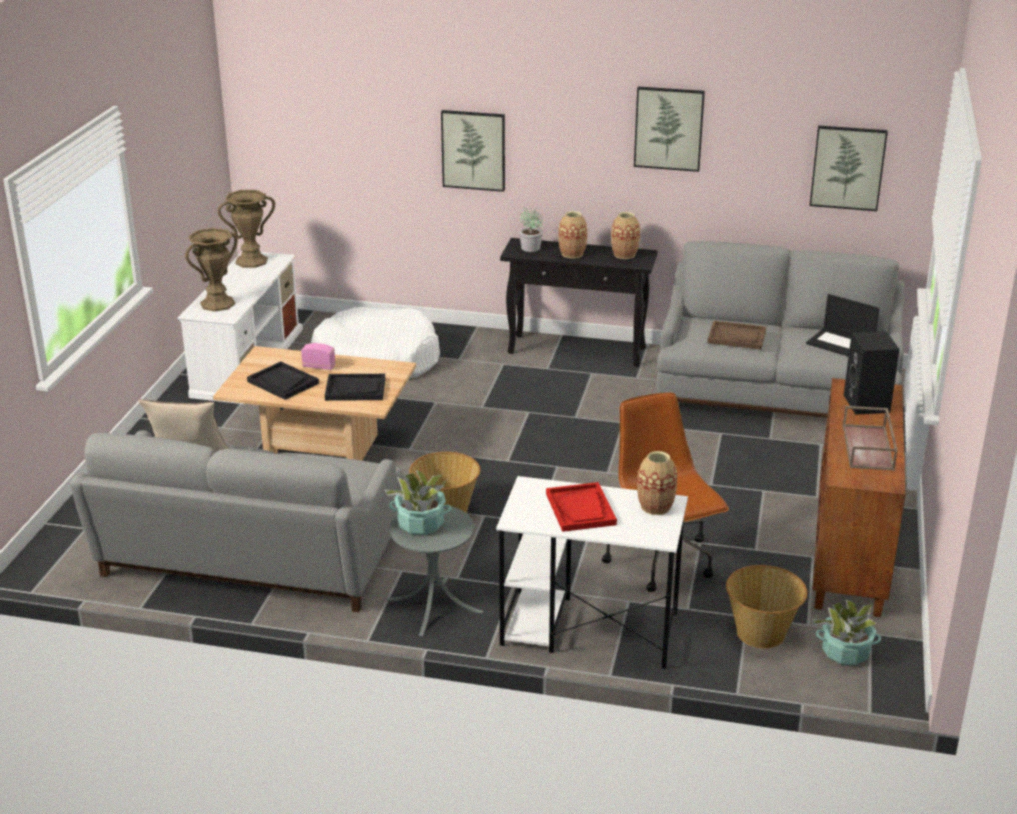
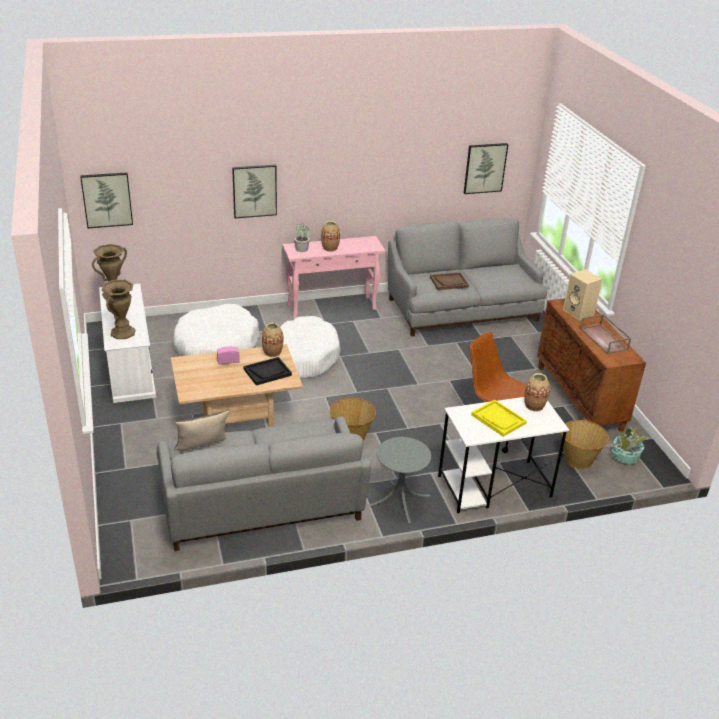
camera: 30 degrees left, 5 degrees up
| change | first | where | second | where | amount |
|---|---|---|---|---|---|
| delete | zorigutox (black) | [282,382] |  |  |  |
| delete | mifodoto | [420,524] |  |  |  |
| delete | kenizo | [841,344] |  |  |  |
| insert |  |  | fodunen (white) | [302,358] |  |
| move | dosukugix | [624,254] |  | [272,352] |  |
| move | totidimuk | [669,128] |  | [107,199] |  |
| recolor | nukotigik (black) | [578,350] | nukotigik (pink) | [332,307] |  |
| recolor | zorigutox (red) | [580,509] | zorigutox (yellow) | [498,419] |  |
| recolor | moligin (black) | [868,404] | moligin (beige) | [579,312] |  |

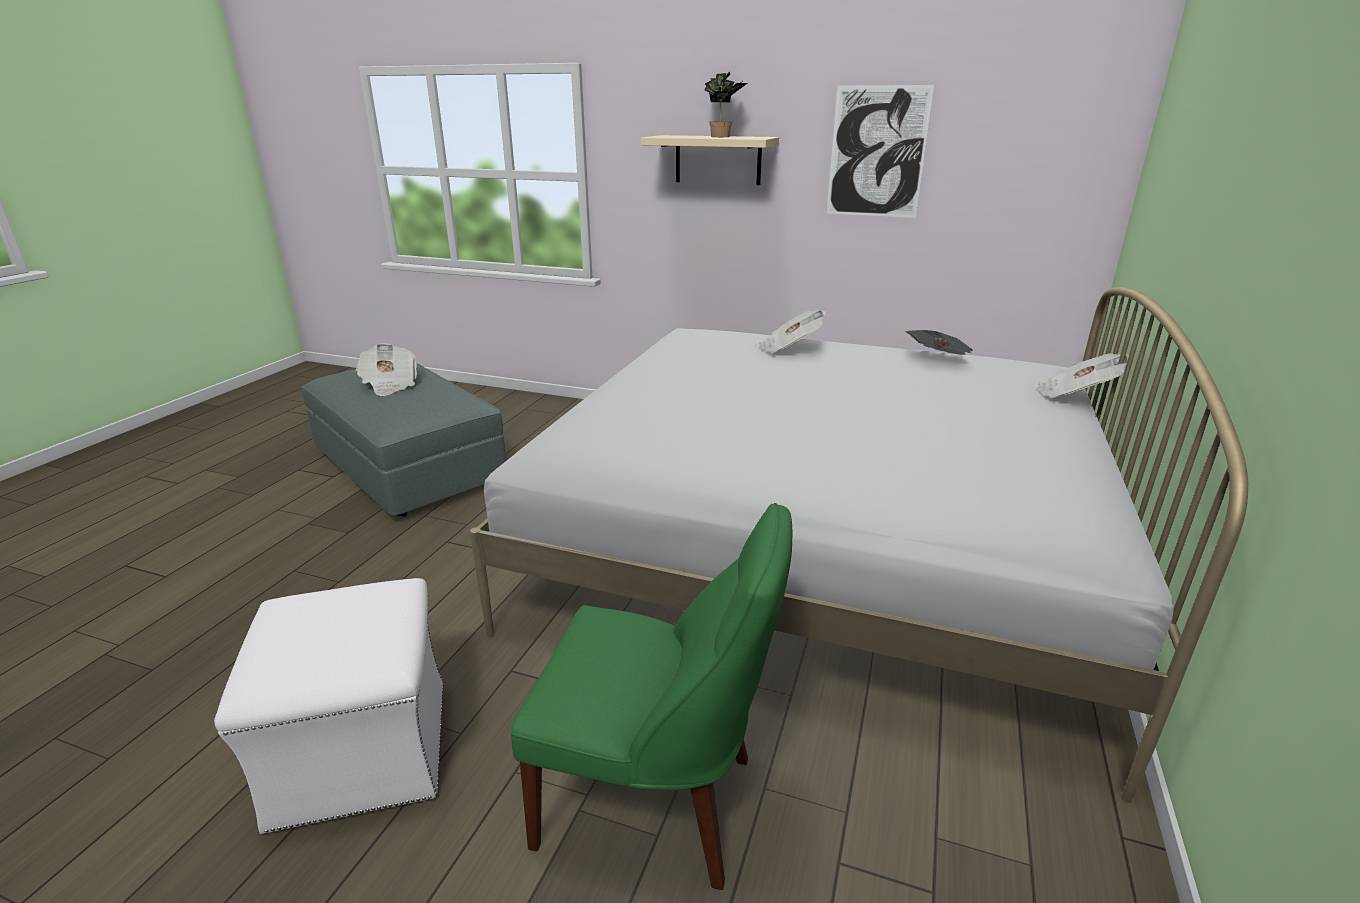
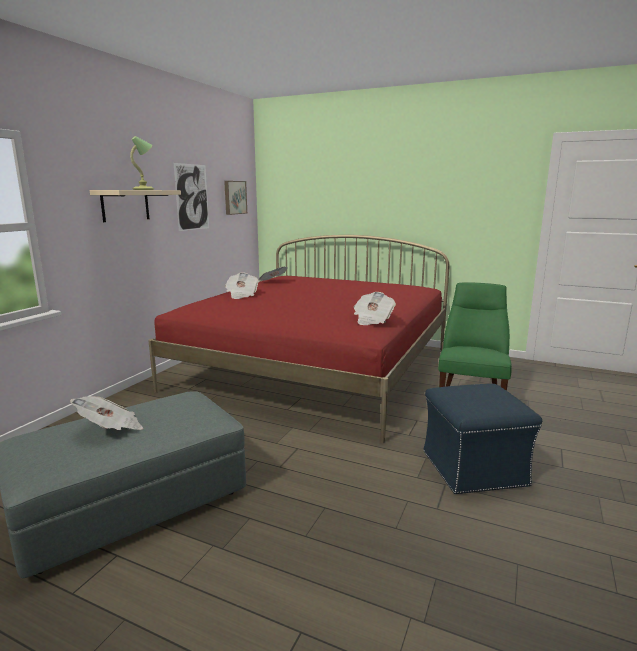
camera: 85 degrees left, 10 degrees down
| change | first | where | second | where | amount |
|---|---|---|---|---|---|
| insert |  |  | totidimuk | [234,197] |  |
| move | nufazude | [1074,395] |  | [372,320] |  |
| replace | mifodoto | [723,137] | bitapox | [144,189] |  |
| recolor | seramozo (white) | [362,750] | seramozo (blue) | [472,468] |  |
| recolor | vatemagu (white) | [818,549] | vatemagu (red) | [315,368] |  |

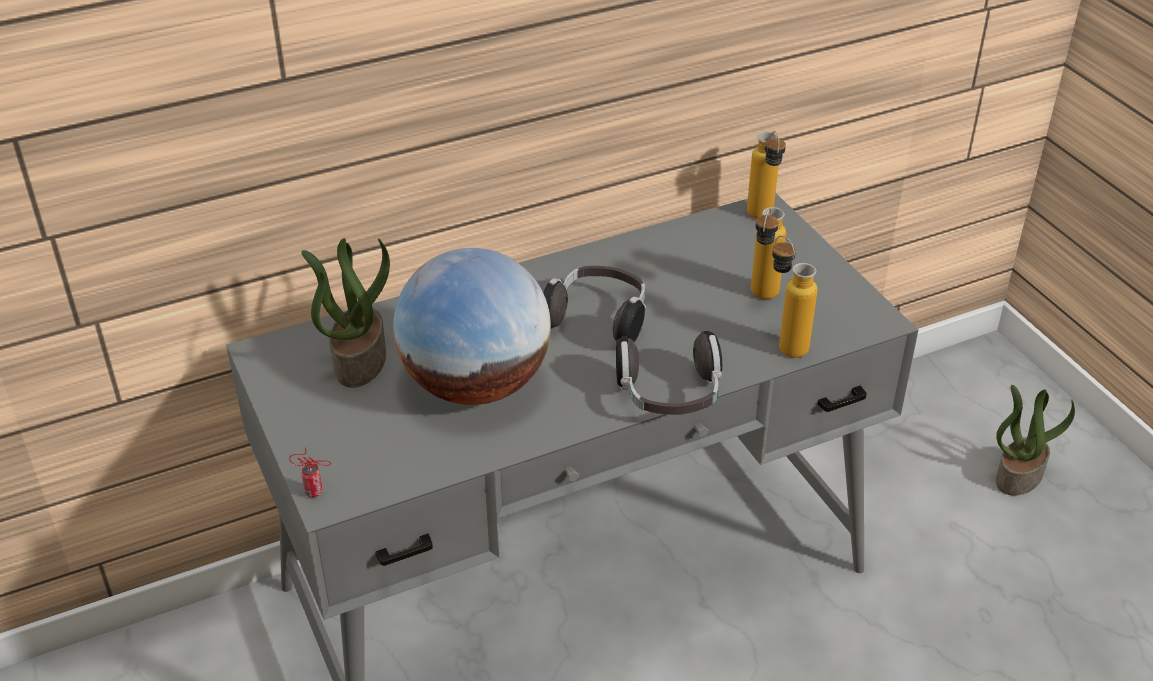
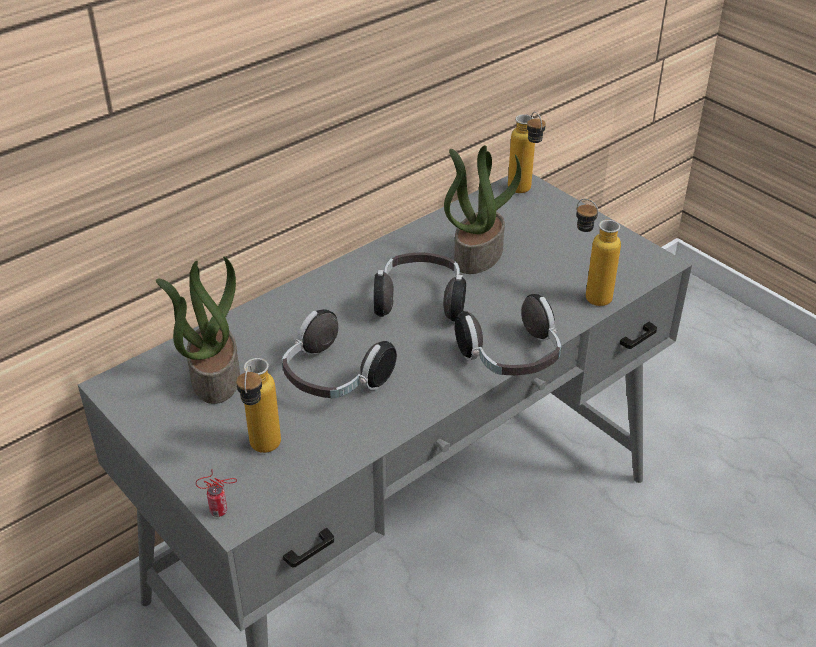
camera: 15 degrees left, 0 degrees up
| change | first | where | second | where | amount |
|---|---|---|---|---|---|
| move | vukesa | [761,298] |  | [262,452] |  |
| move | mifodoto | [1018,476] |  | [478,255] |  |
| replace | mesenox | [476,384] | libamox | [333,379] |  |

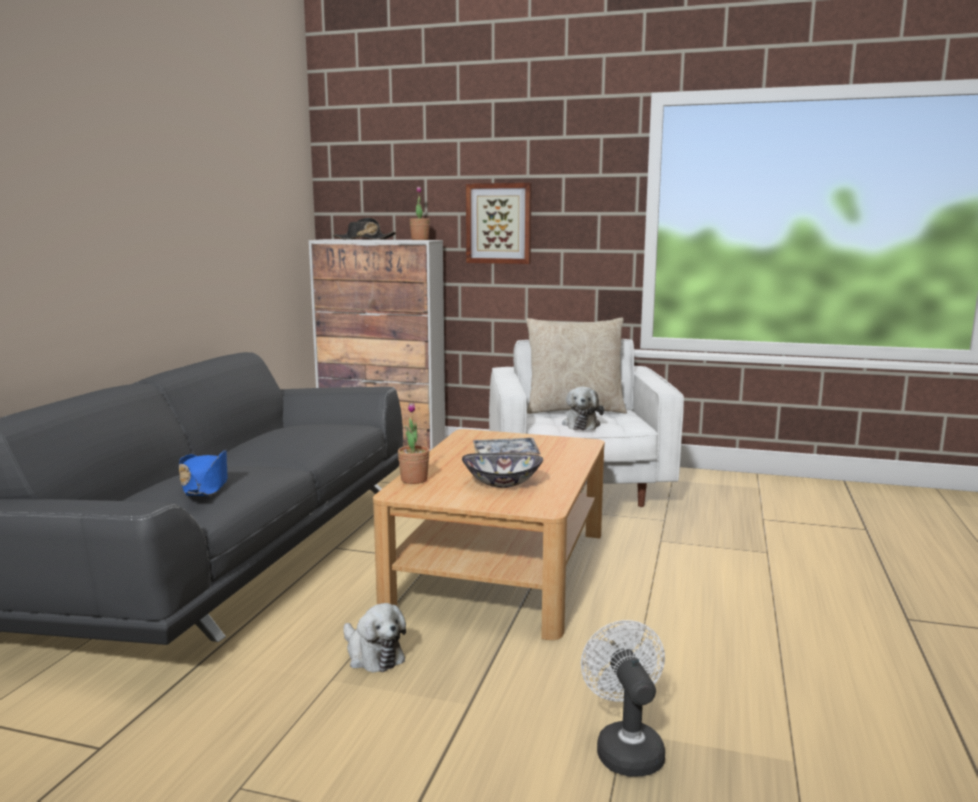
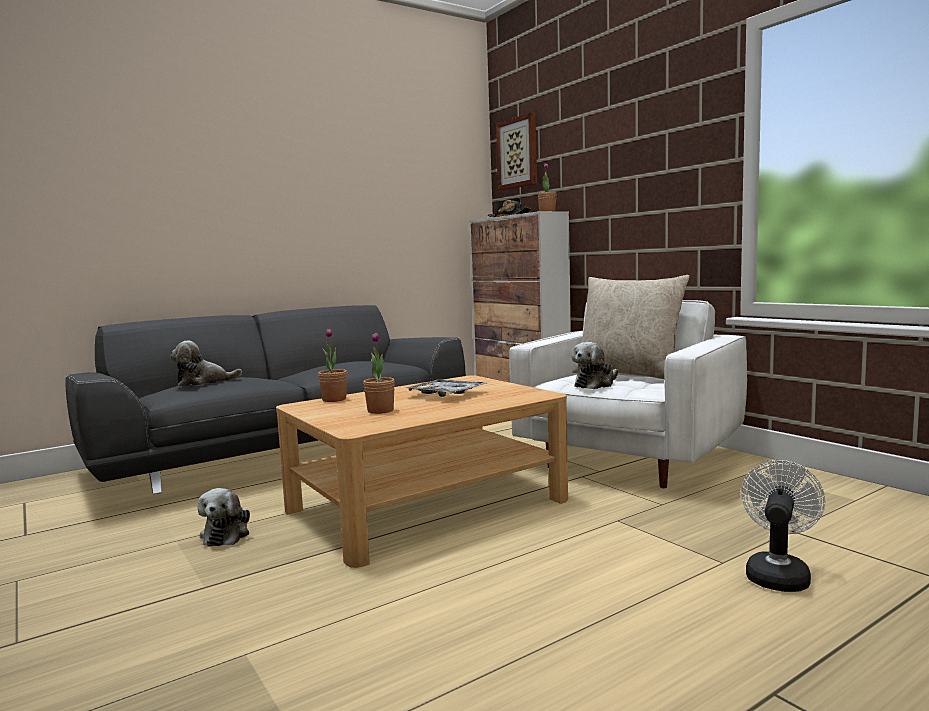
camera: 40 degrees right, 5 degrees down
| change | first | where | second | where | amount |
|---|---|---|---|---|---|
| move | totidimuk | [499,223] |  | [518,153] |  |
| move | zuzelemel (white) | [625,747] |  | [777,574] |  |
| replace | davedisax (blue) | [205,485] | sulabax | [203,382] |  |
| replace | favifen | [502,484] | mifodoto | [380,411] |  |

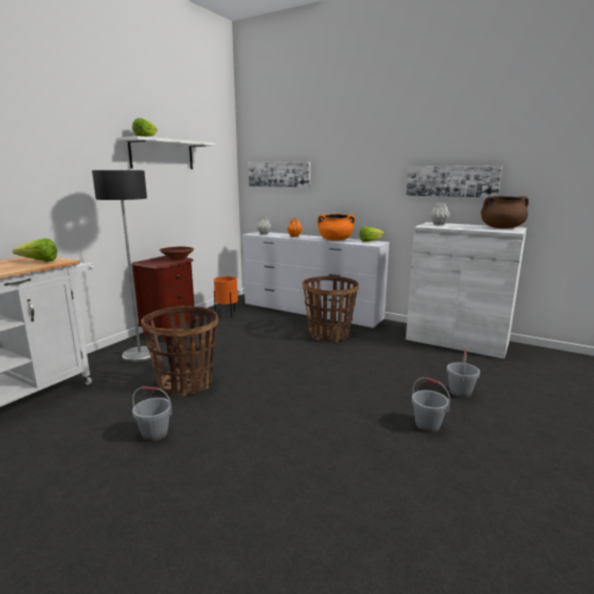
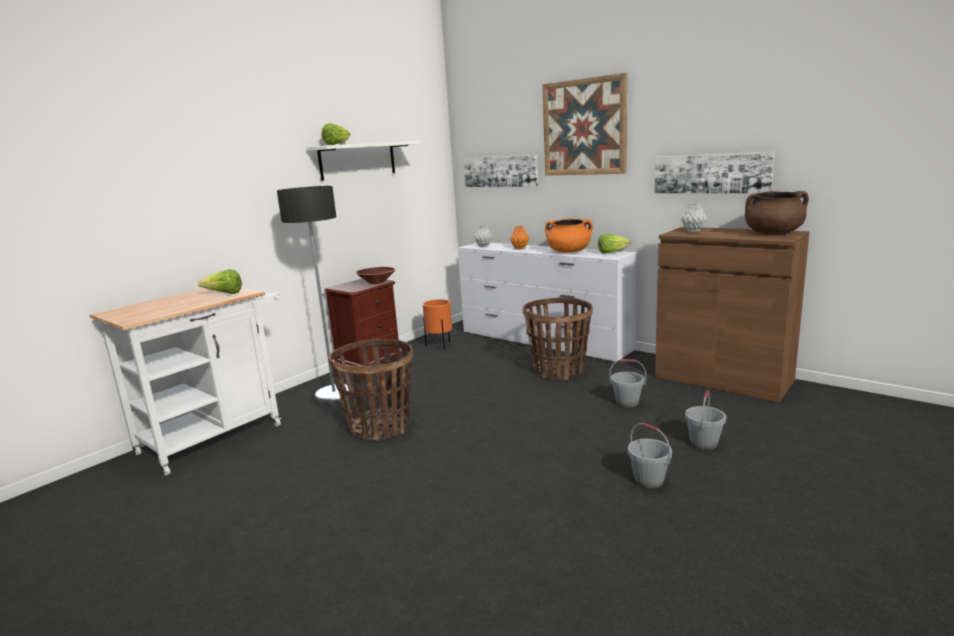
camera: 10 degrees right, 0 degrees up
| change | first | where | second | where | amount |
|---|---|---|---|---|---|
| insert |  |  | totidimuk | [584,127] |  |
| move | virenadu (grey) | [154,434] |  | [627,403] |  |
| recolor | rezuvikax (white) | [456,341] | rezuvikax (brown) | [723,379] |  |

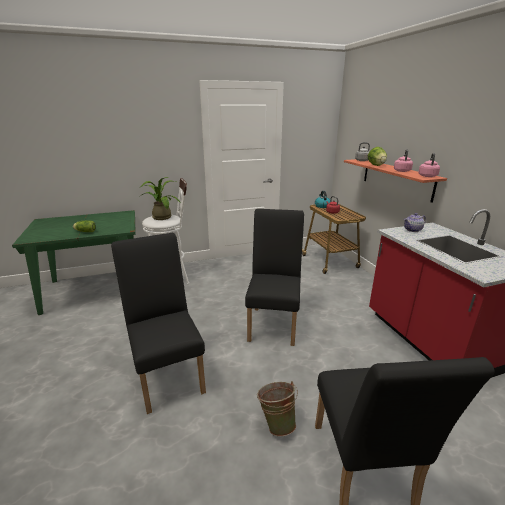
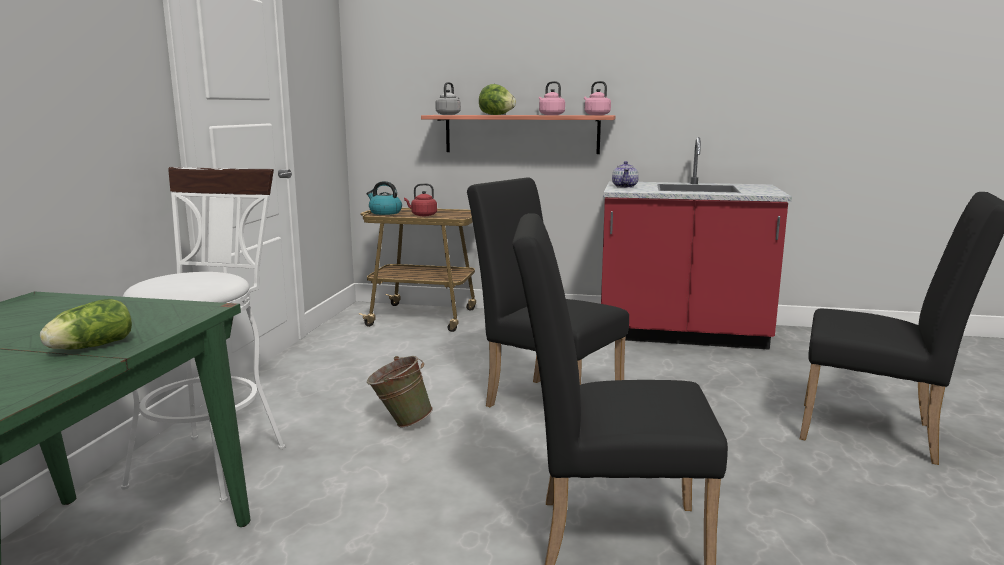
camera: 60 degrees left, 10 degrees down
| change | first | where | second | where | amount |
|---|---|---|---|---|---|
| delete | mifodoto | [161,217] |  |  |  |
| move | virenadu (green) | [277,422] |  | [400,423] |  |

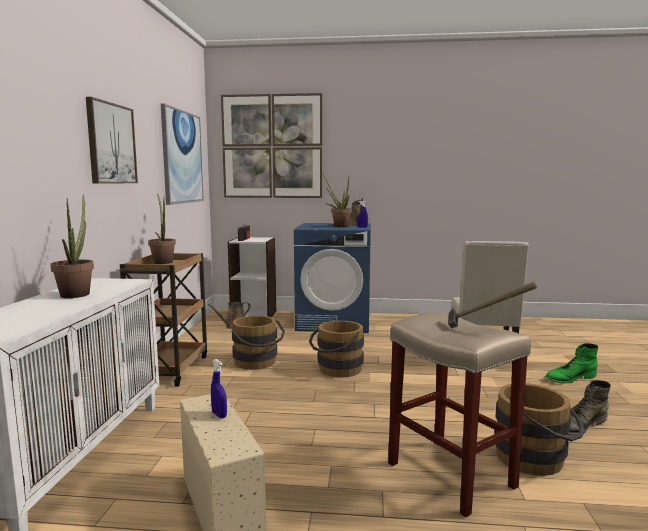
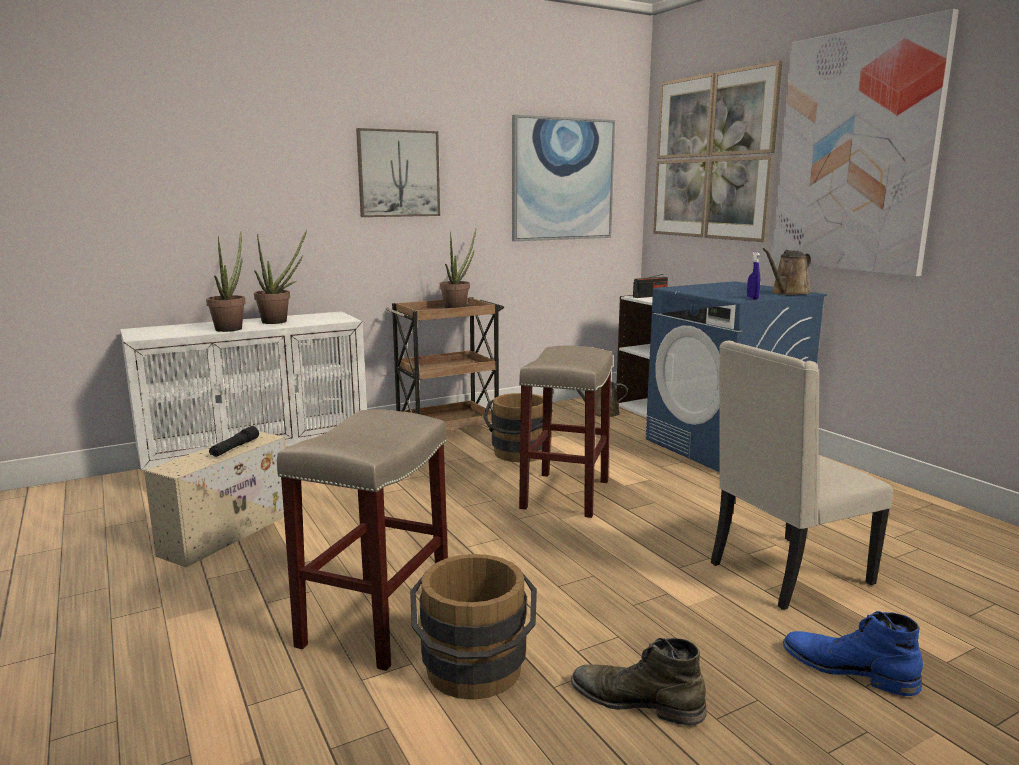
camera: 55 degrees right, 5 degrees up
| change | first | where | second | where | amount |
|---|---|---|---|---|---|
| delete | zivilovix | [484,330] |  |  |  |
| insert |  |  | totidimuk | [855,152] |  |
| move | mifodoto | [338,226] |  | [231,328] |  |
| replace | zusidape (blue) | [219,415] | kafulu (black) | [235,448] |  |
| replace | virenadu (brown) | [337,370] | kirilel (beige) | [565,493] |  |
| recolor | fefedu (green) | [570,378] | fefedu (blue) | [848,669] |  |

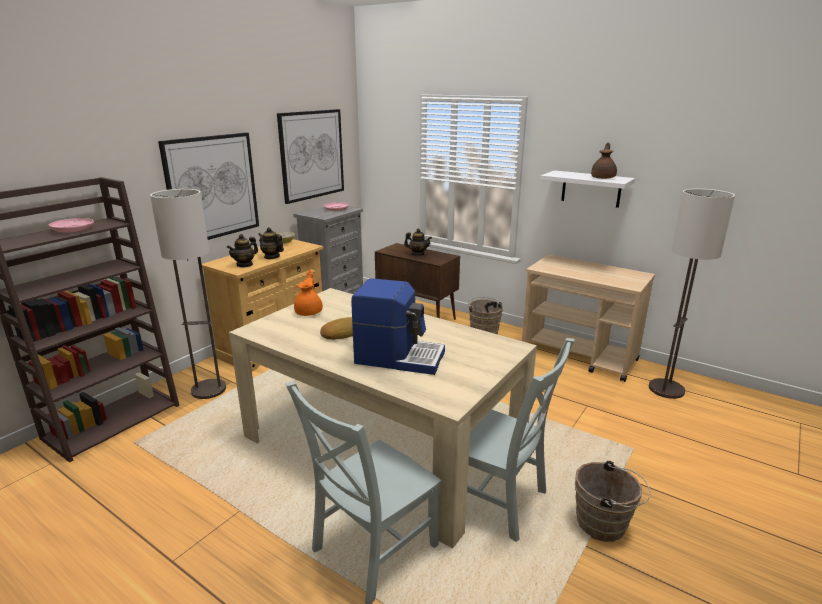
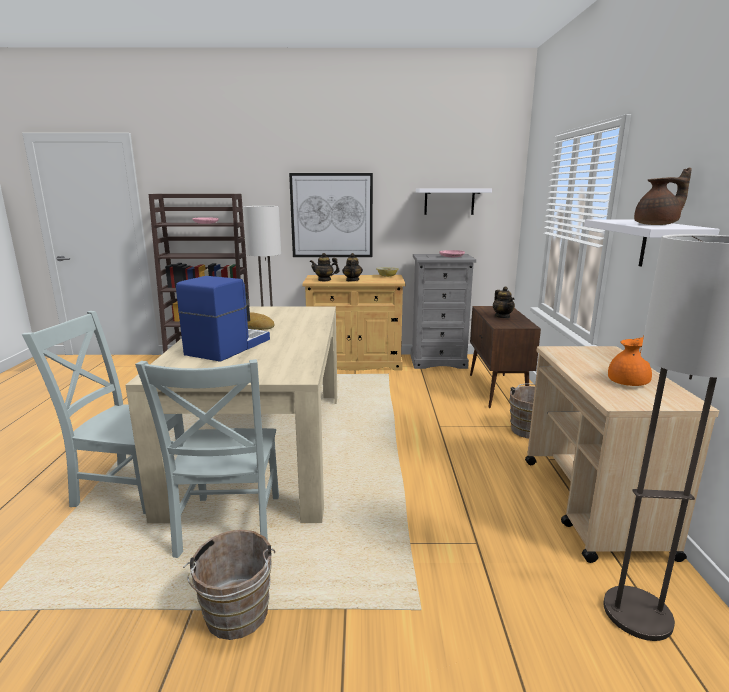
camera: 55 degrees right, 5 degrees down
| change | first | where | second | where | amount |
|---|---|---|---|---|---|
| move | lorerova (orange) | [309,312] |  | [629,382] |  |
| replace | totidimuk | [312,155] | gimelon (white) | [449,201] |  |
| rotate | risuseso | [399,357] |  | [227,347] | 135 degrees counterclockwise |

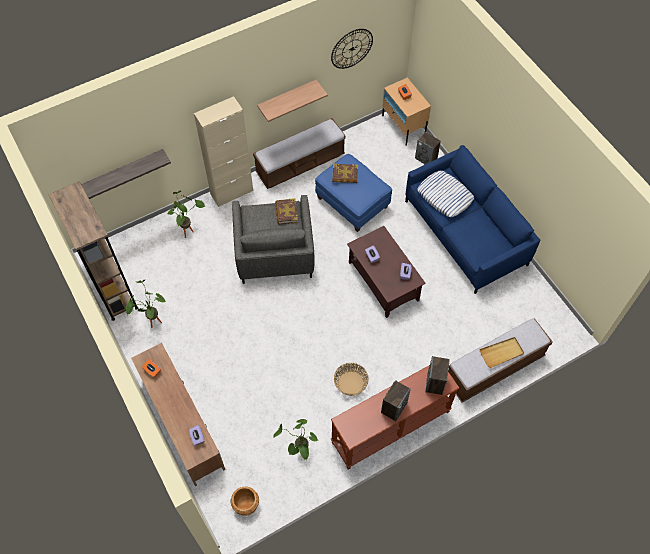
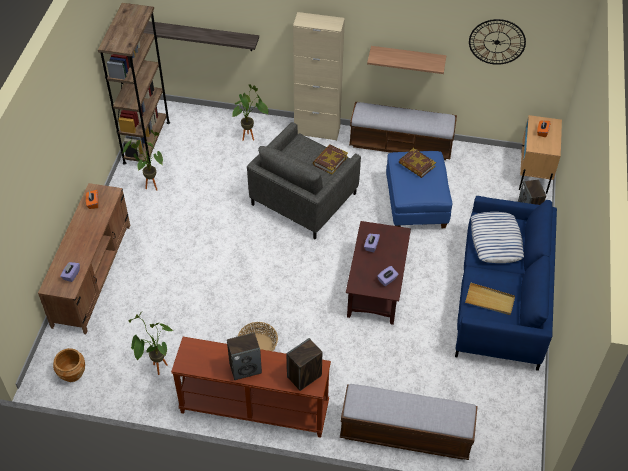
camera: 40 degrees right, 10 degrees down
| change | first | where | second | where | amount |
|---|---|---|---|---|---|
| move | zorigutox (beige) | [501,353] |  | [489,300] |  |

